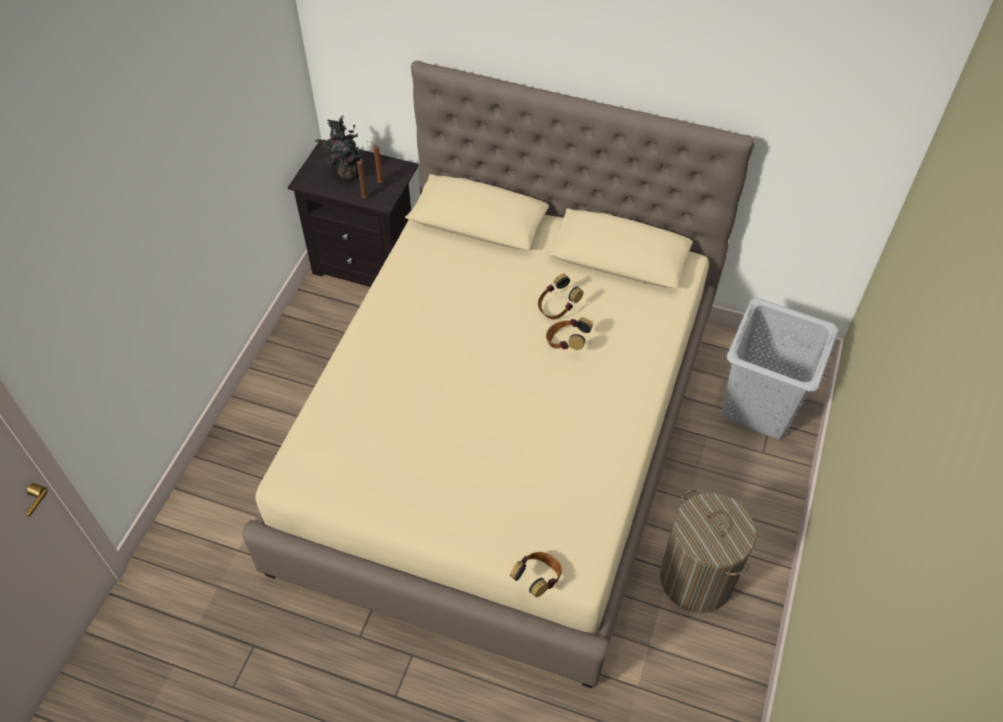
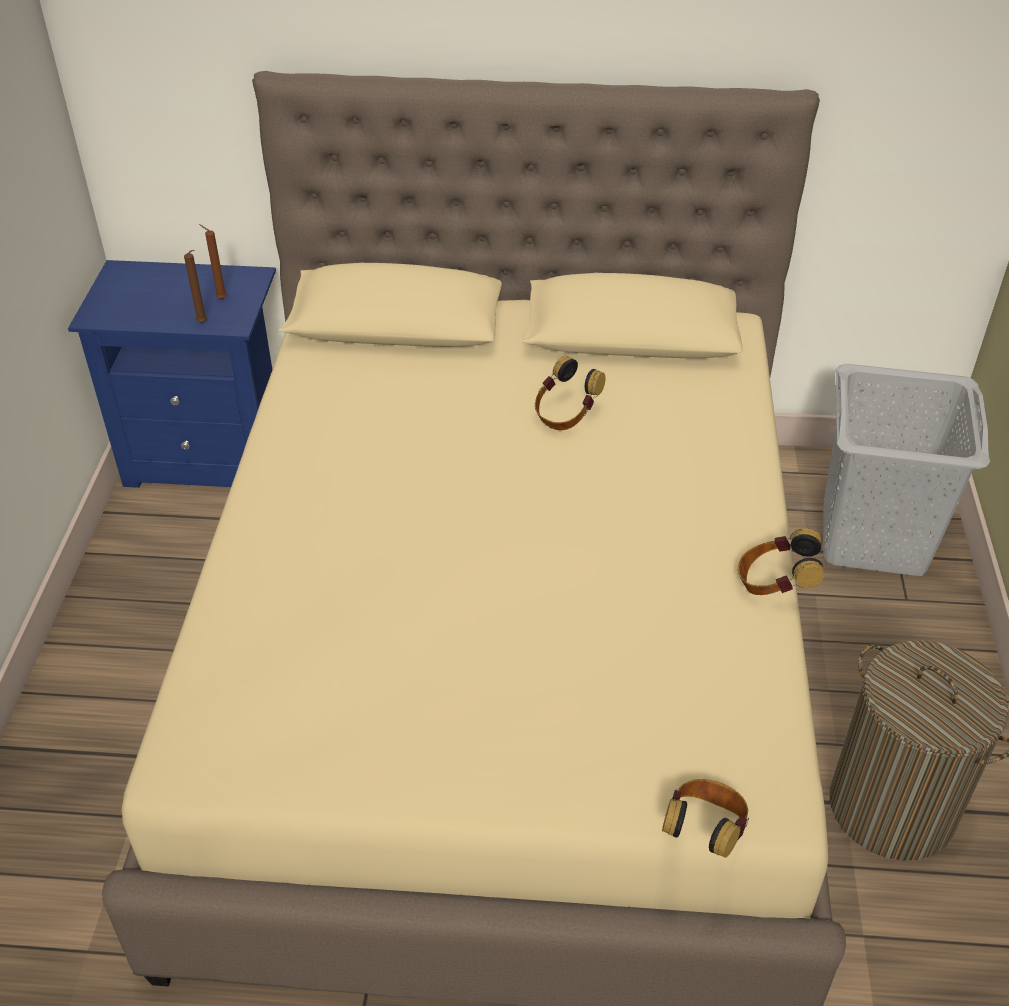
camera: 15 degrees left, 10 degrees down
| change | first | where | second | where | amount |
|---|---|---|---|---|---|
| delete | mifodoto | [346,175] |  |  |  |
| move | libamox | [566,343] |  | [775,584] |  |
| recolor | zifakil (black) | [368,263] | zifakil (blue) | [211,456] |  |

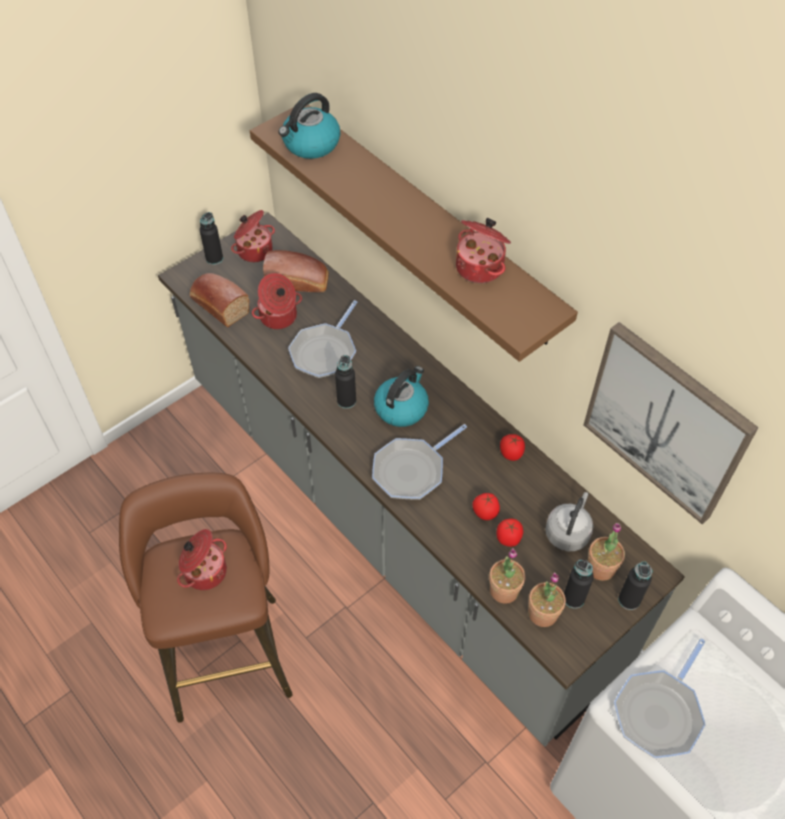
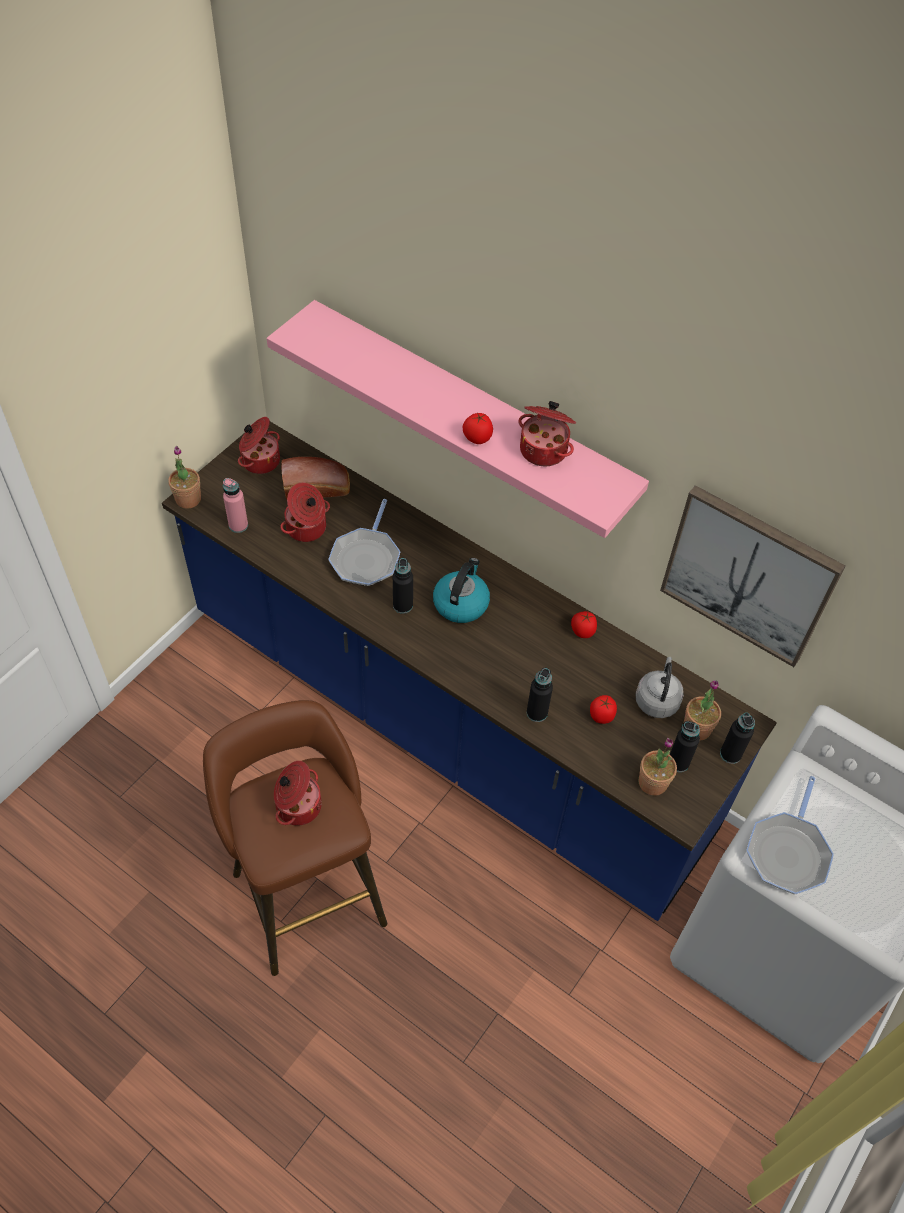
camera: 15 degrees left, 0 degrees up
| change | first | where | second | where | amount |
|---|---|---|---|---|---|
| delete | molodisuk | [311,144] |  |  |  |
| delete | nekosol | [411,470] |  |  |  |
| move | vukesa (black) | [214,259] |  | [537,713] |  |
| move | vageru | [485,513] |  | [477,439] |  |
| move | mifodoto | [504,590] |  | [188,499] |  |
| replace | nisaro | [218,305] | vukesa (pink) | [238,525] |  |
| recolor | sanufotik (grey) | [392,518] | sanufotik (blue) | [445,723] |  |
| recolor | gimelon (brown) | [427,222] | gimelon (pink) | [470,410] |  |

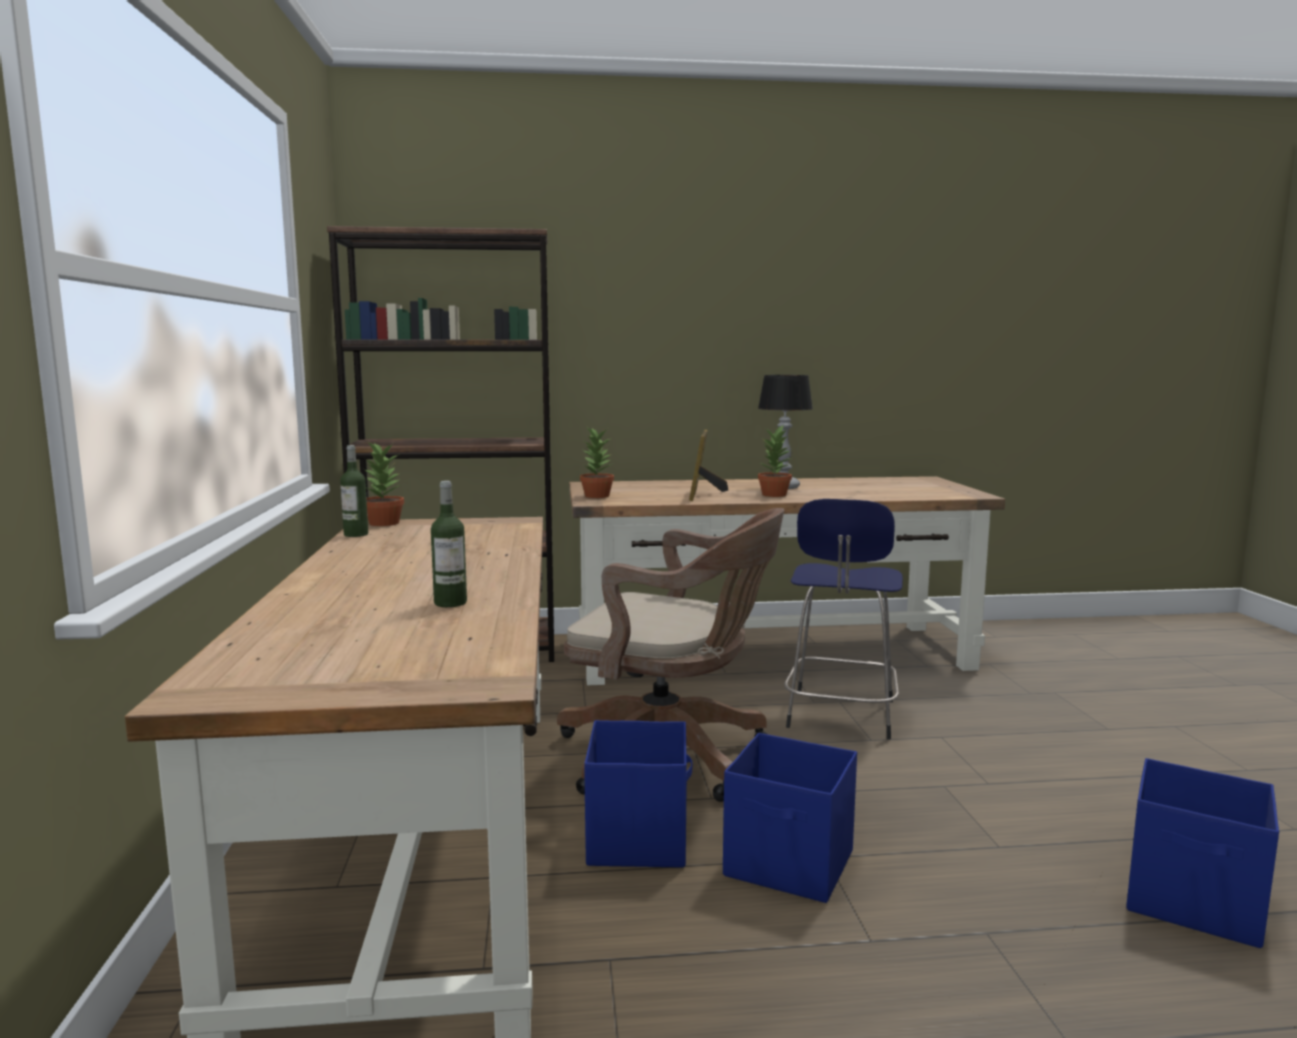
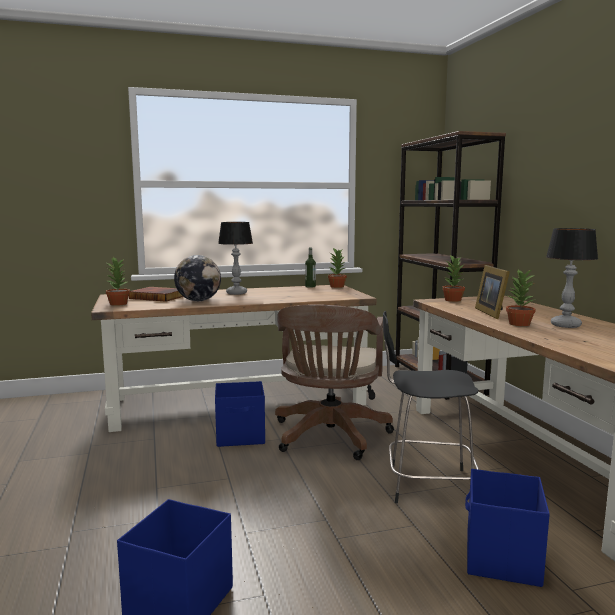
camera: 80 degrees right, 0 degrees up
| change | first | where | second | where | amount |
|---|---|---|---|---|---|
| insert |  |  | mifodoto | [119,304] |  |
| insert |  |  | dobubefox | [159,297] |  |
| insert |  |  | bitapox | [236,293] |  |
| move | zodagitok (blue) | [790,865] |  | [501,559] |  |
| replace | vukesa | [450,603] | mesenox | [198,301] |  |
| recolor | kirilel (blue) | [840,716] | kirilel (black) | [426,485] |  |
| rotate | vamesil | [703,494] |  | [492,313] | 90 degrees counterclockwise |

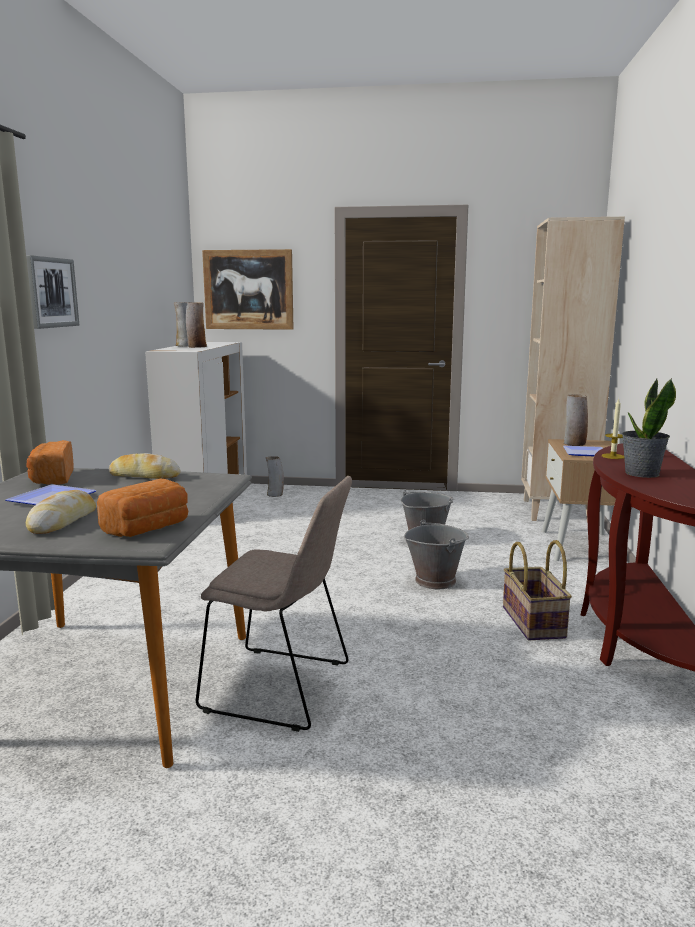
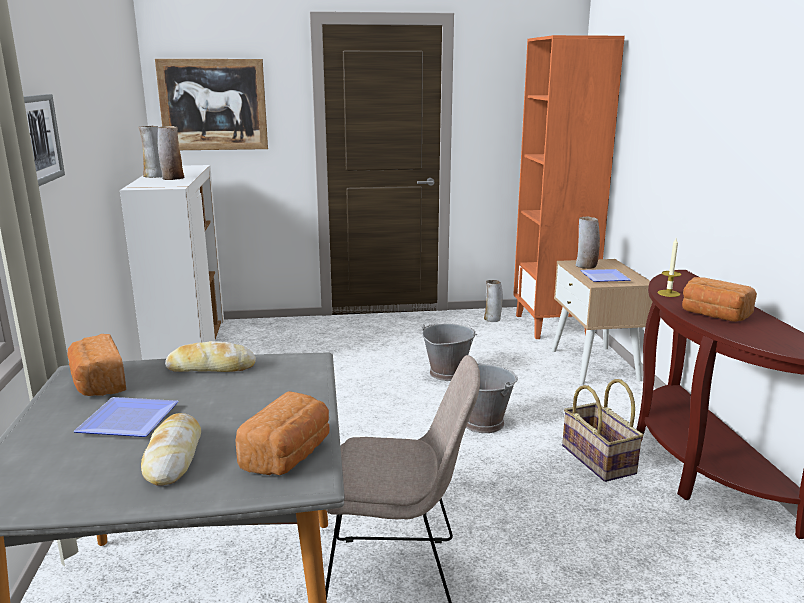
camera: 15 degrees left, 5 degrees up
| change | first | where | second | where | amount |
|---|---|---|---|---|---|
| move | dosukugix | [275,494] |  | [492,319] |  |
| replace | mifodoto | [641,473] | nisaro | [713,315] |  |
| recolor | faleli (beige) | [557,511] | faleli (orange) | [552,325] |  |

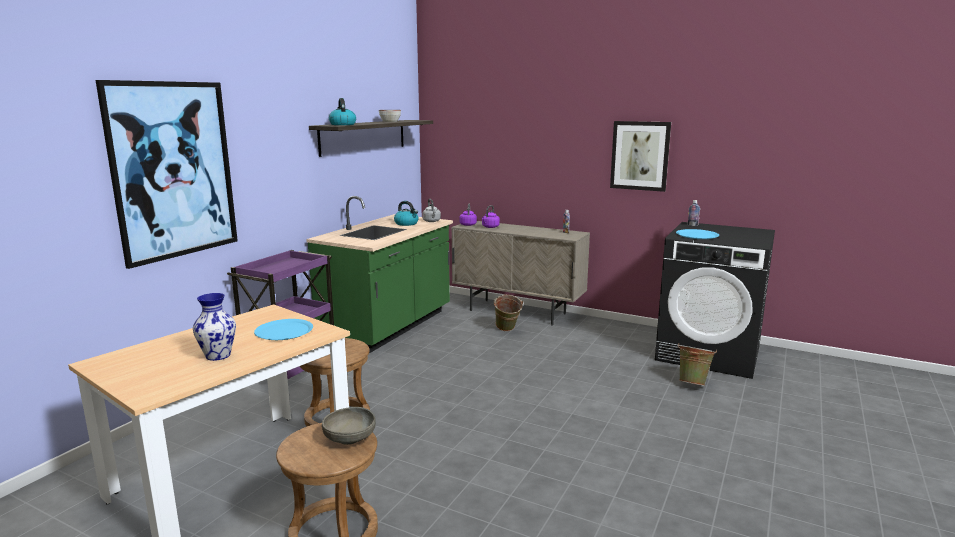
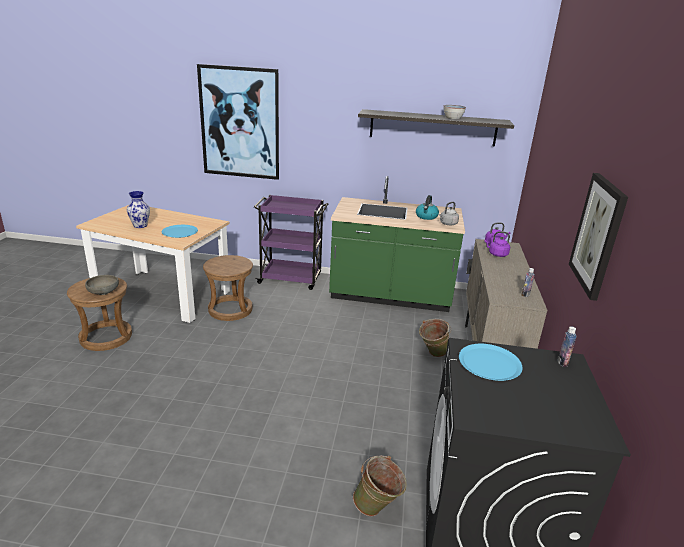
camera: 70 degrees right, 10 degrees up
| change | first | where | second | where | amount |
|---|---|---|---|---|---|
| delete | molodisuk | [342,124] |  |  |  |

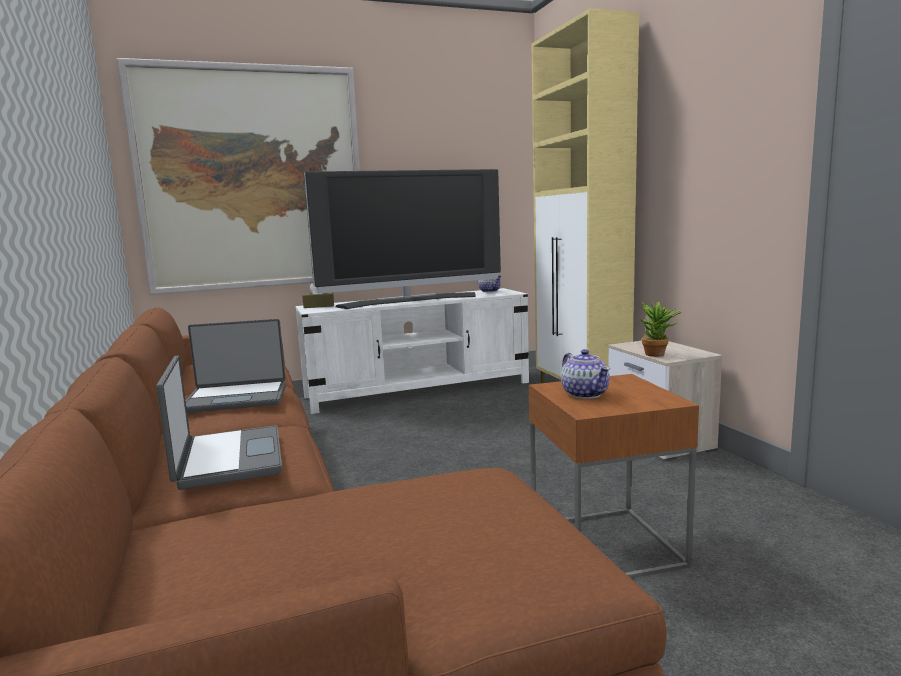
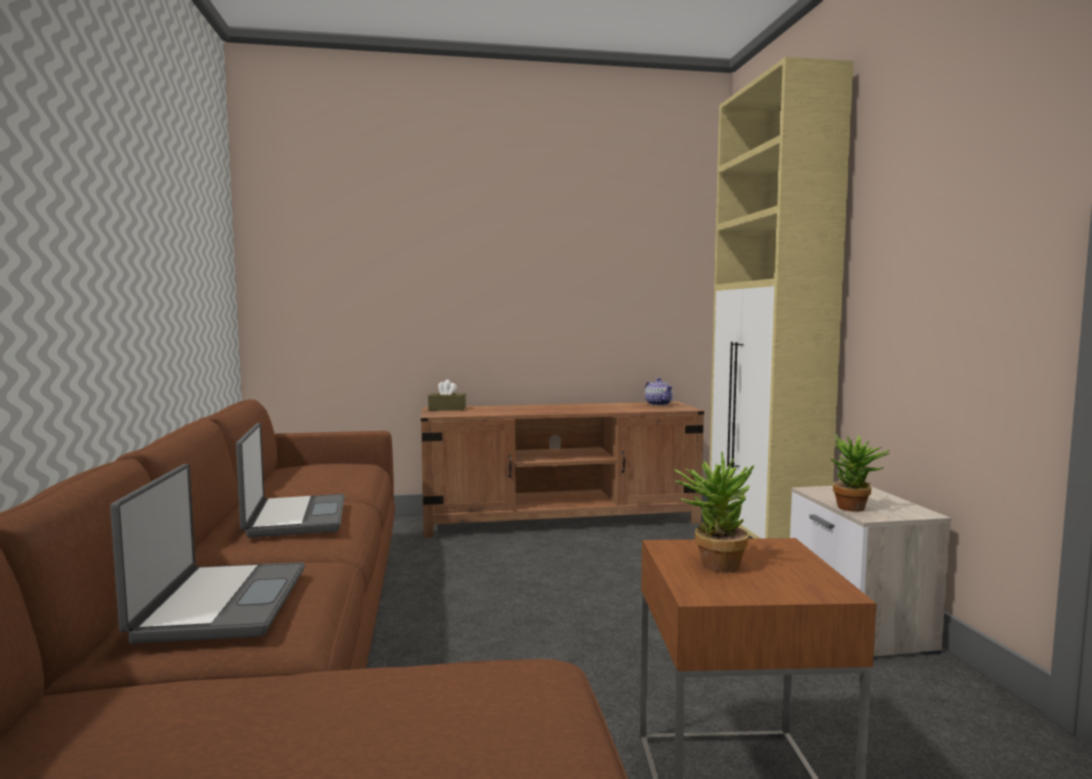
camera: 10 degrees right, 5 degrees down
| change | first | where | second | where | amount |
|---|---|---|---|---|---|
| delete | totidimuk | [253,179] |  |  |  |
| delete | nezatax | [410,301] |  |  |  |
| replace | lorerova | [585,394] | mifodoto | [712,564] |  |
| recolor | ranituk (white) | [419,390] | ranituk (brown) | [561,519] |  |
| rotate | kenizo | [237,398] |  | [294,518] | 105 degrees counterclockwise |

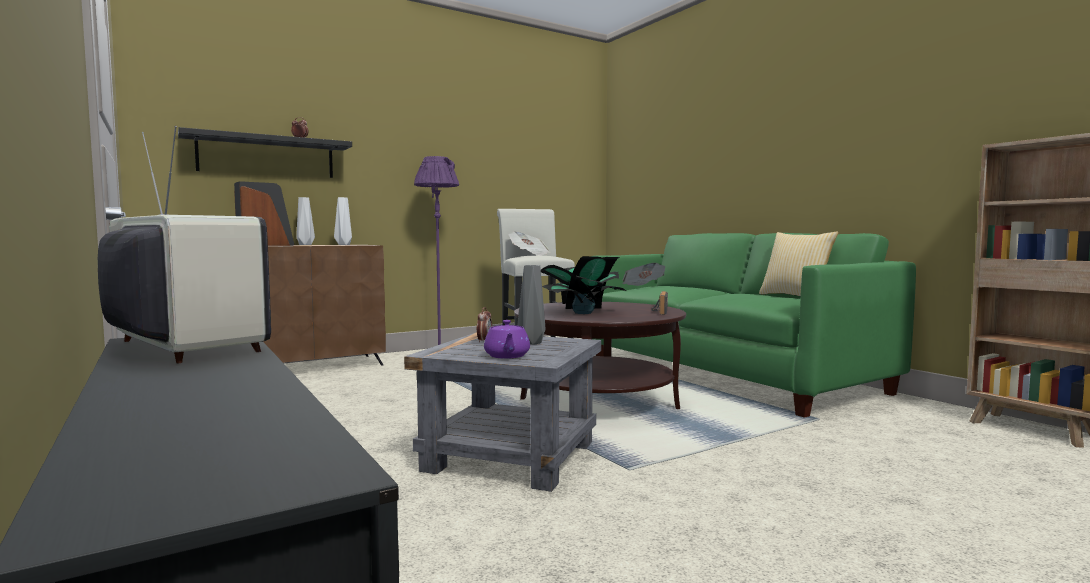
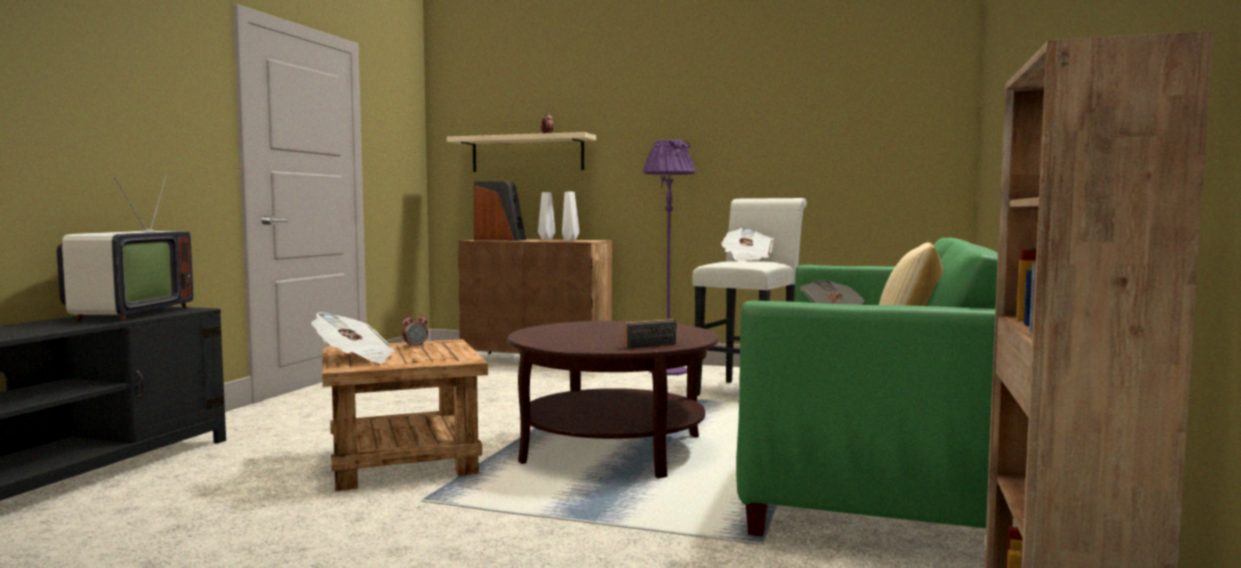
camera: 50 degrees right, 0 degrees up
| change | first | where | second | where | amount |
|---|---|---|---|---|---|
| delete | dosukugix (grey) | [531,343] |  |  |  |
| delete | mifodoto | [582,313] |  |  |  |
| replace | lorerova (purple) | [507,356] | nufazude | [355,359] |  |
| recolor | gimelon (black) | [267,157] | gimelon (beige) | [527,154] |  |
| recolor | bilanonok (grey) | [510,455] | bilanonok (brown) | [404,461] |  |

